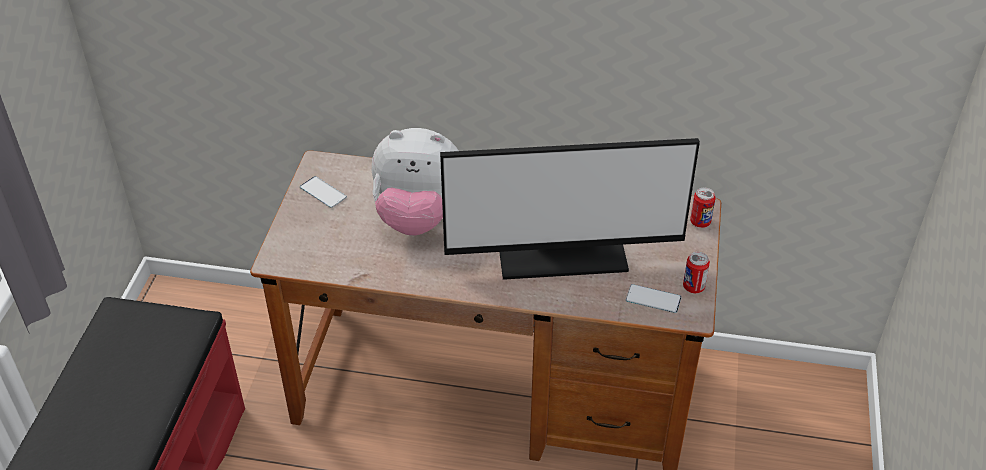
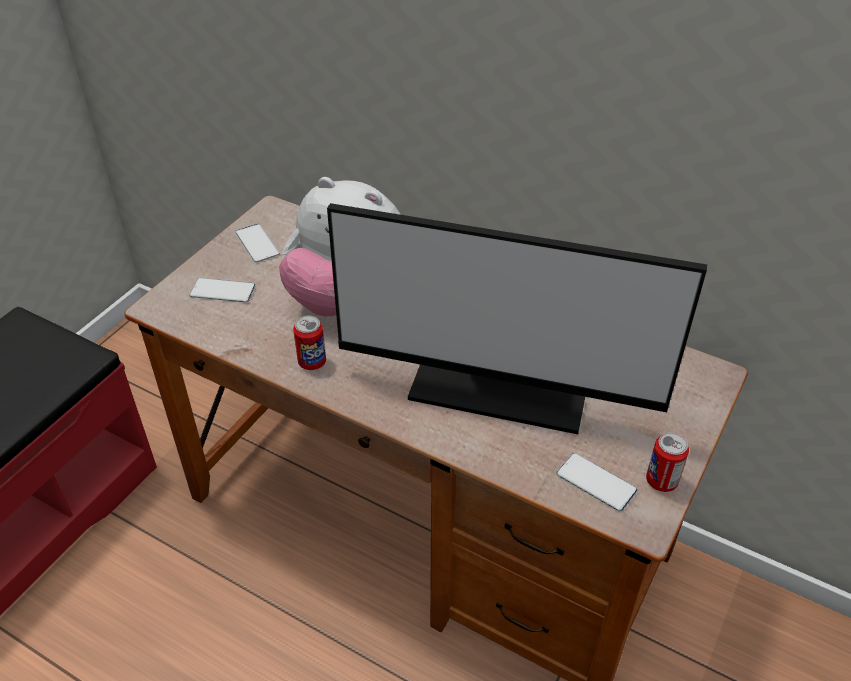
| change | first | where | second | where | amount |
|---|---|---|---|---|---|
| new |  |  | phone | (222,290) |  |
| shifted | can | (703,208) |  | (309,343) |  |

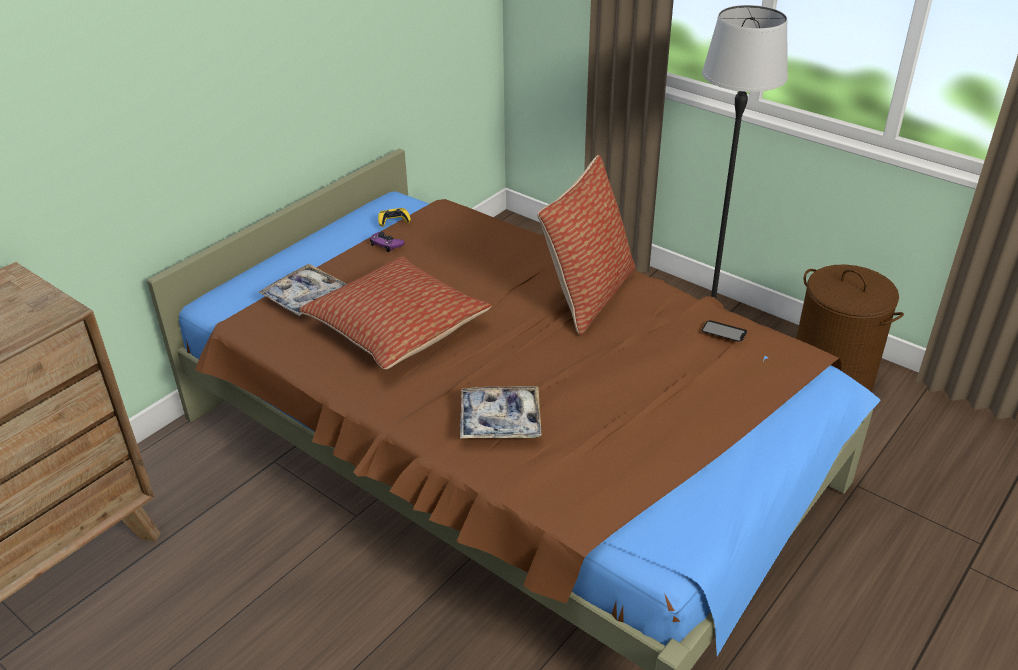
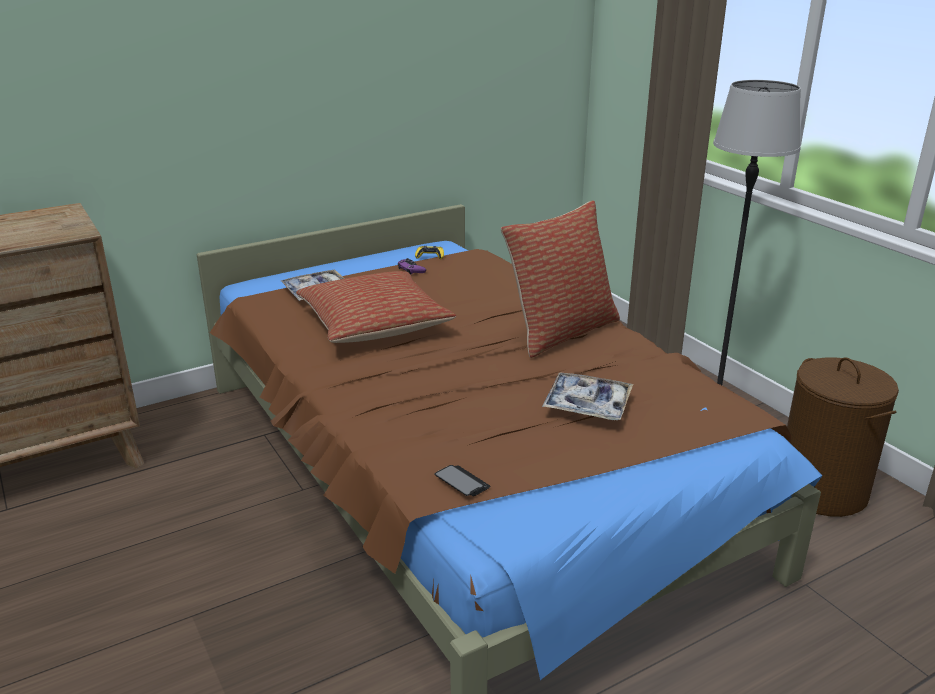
| change | first | where | second | where | amount |
|---|---|---|---|---|---|
| shifted | tray | (501,412) |  | (587,396) |  |
| shifted | phone | (724,331) |  | (462,480) |  |

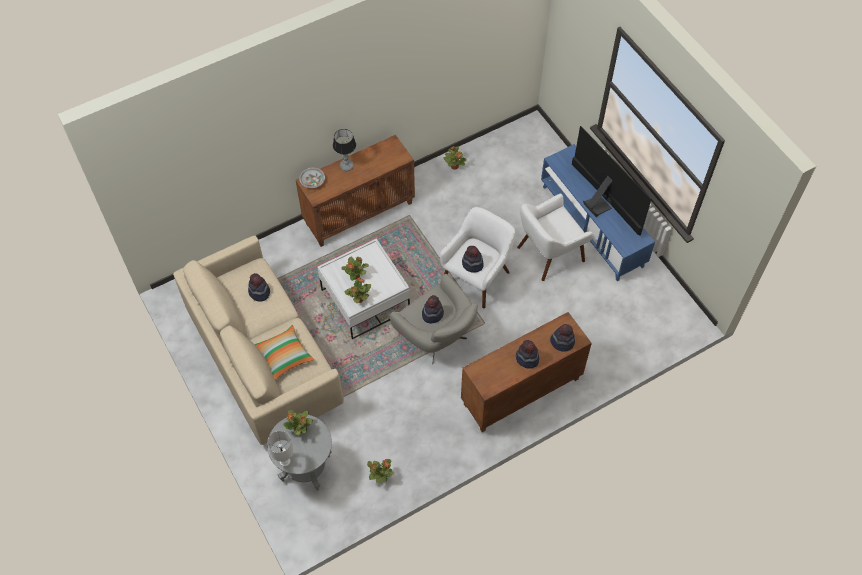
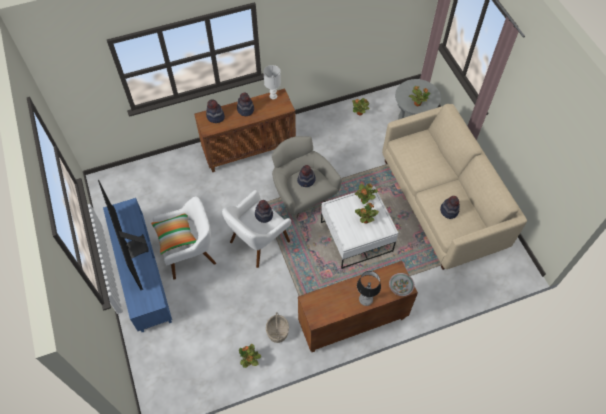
| change | first | where | second | where | amount |
|---|---|---|---|---|---|
| new |  |  | basket | (277,327) |  |
| shifted | pillow | (284,352) |  | (174,234) |  |
| shifted | table lamp in white | (280,448) |  | (272,82) |  |

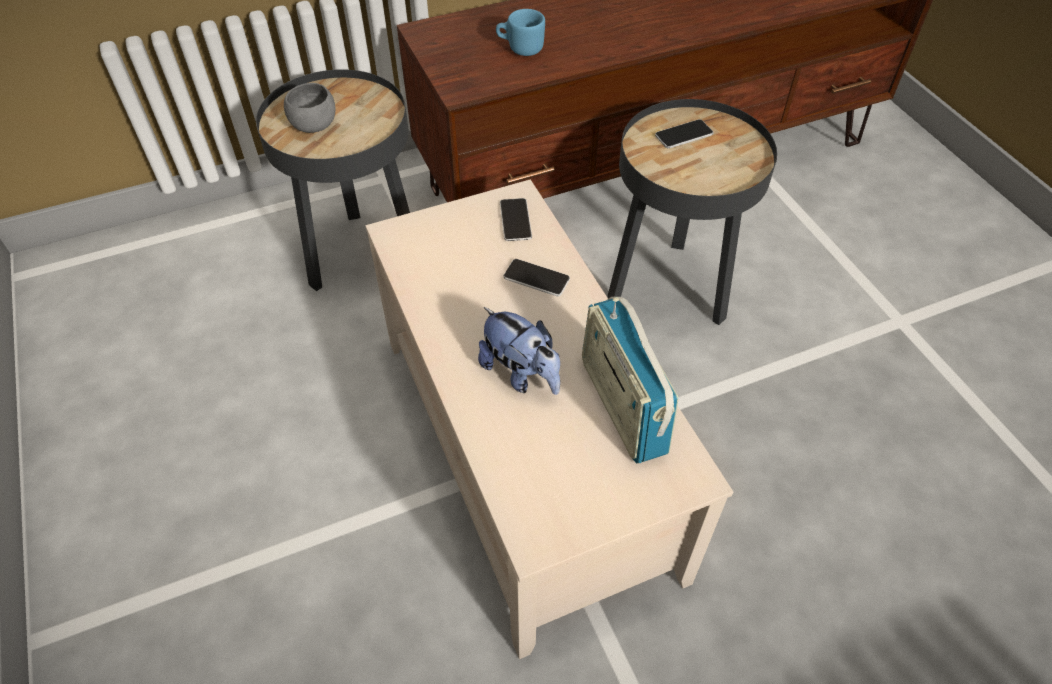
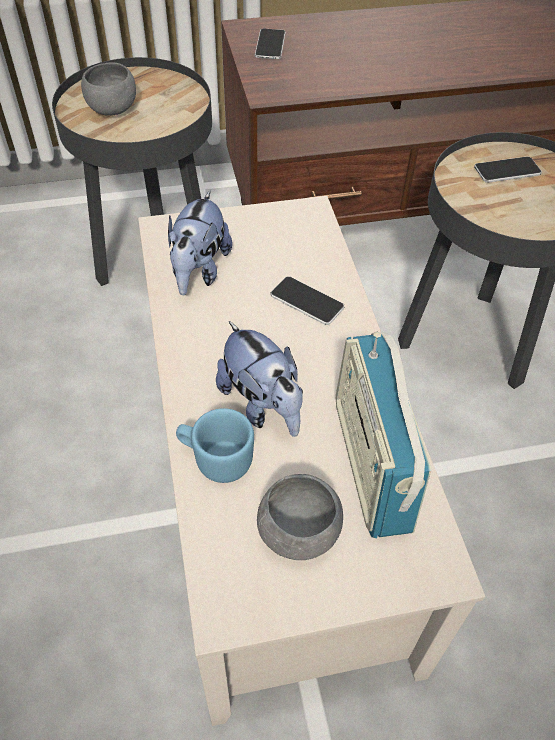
| change | first | where | second | where | amount |
|---|---|---|---|---|---|
| new |  |  | plush toy | (200,243) |  |
| new |  |  | bowl in grey | (300,517) |  |
| shifted | mug in blue | (520,32) |  | (215,445) |  |
| shifted | phone | (516,219) |  | (270,44) |  |

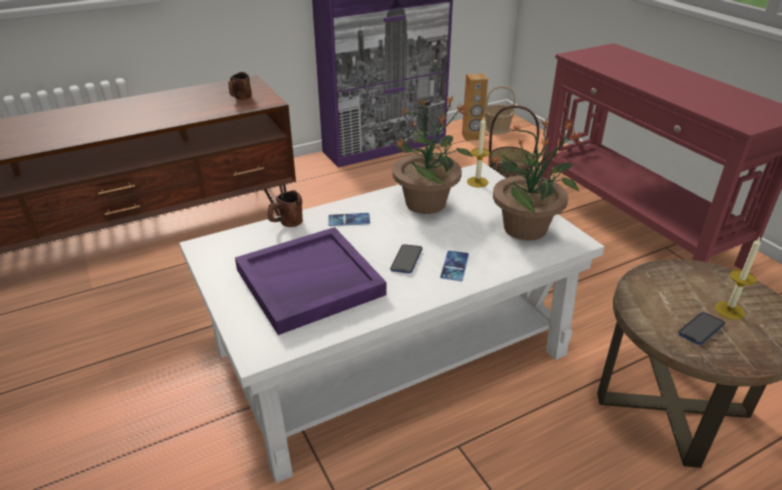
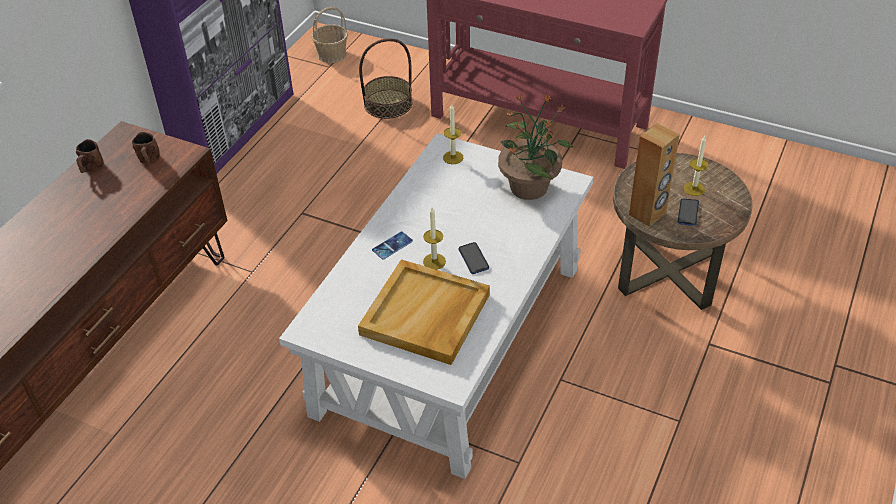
| change | first | where | second | where | amount |
|---|---|---|---|---|---|
| gone | potted plant | (432,154) |  |  |  |
| gone | phone | (454,265) |  |  |  |
| new |  |  | candle | (434,238) |  |
| shifted | mug in brown | (285,208) |  | (90,156) |  |
| shifted | speaker in brown | (475,107) |  | (654,175) |  |
| repainted | tray in purple | (311,281) | tray in beige | (424,312) |  |

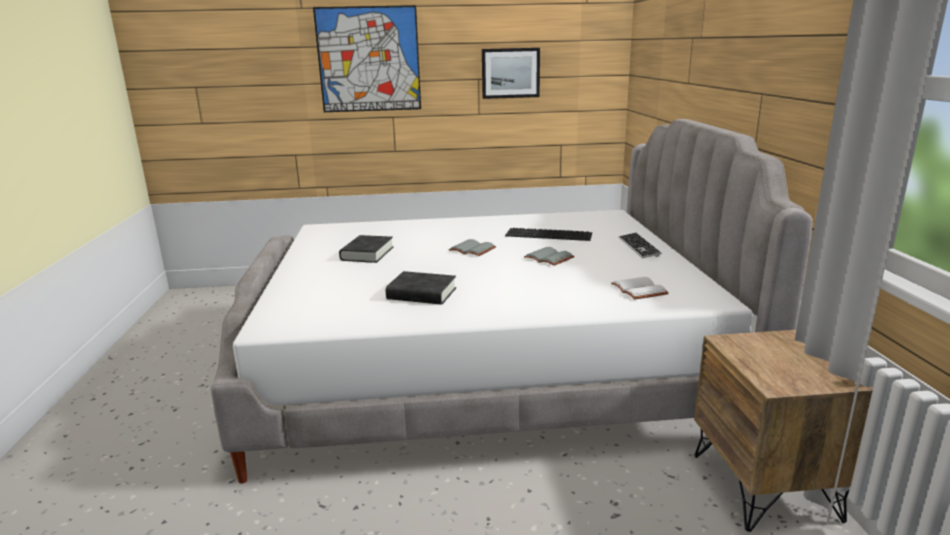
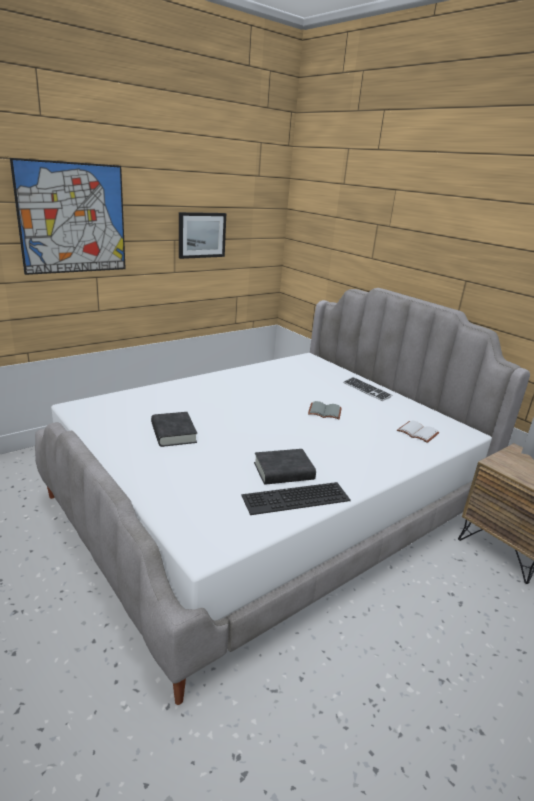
| change | first | where | second | where | amount |
|---|---|---|---|---|---|
| gone | book in grey | (472,247) |  |  |  |
| shifted | keyboard | (548,234) |  | (296,498) |  |

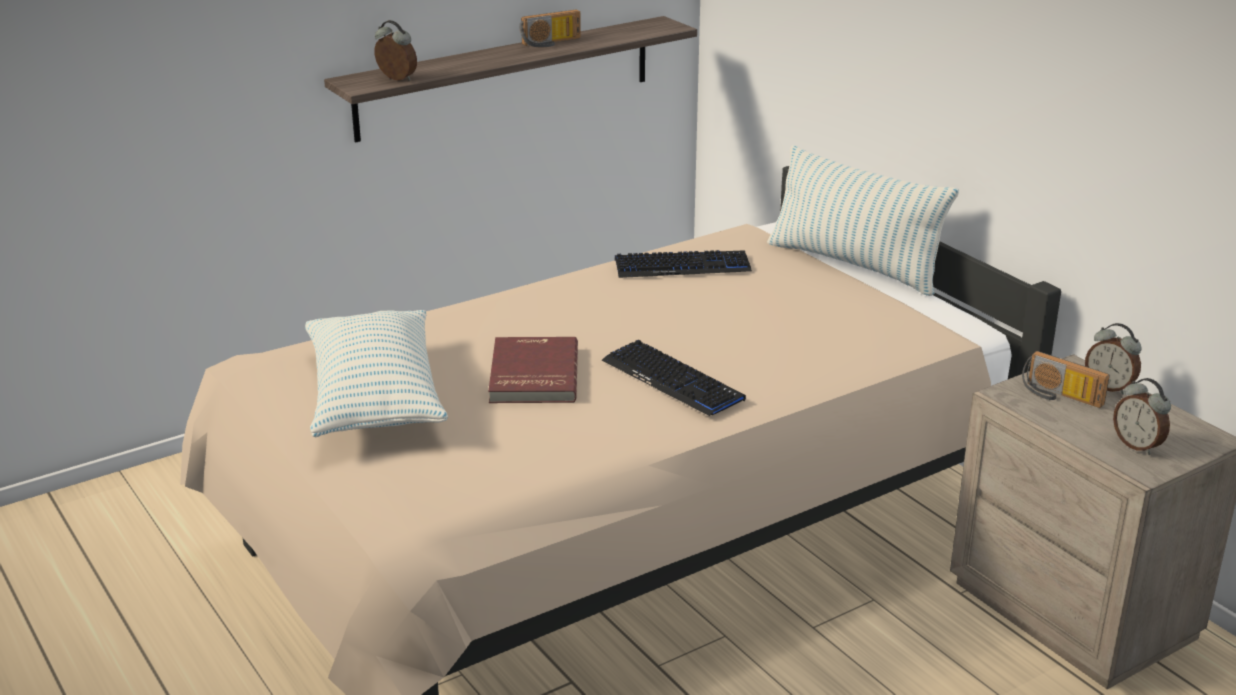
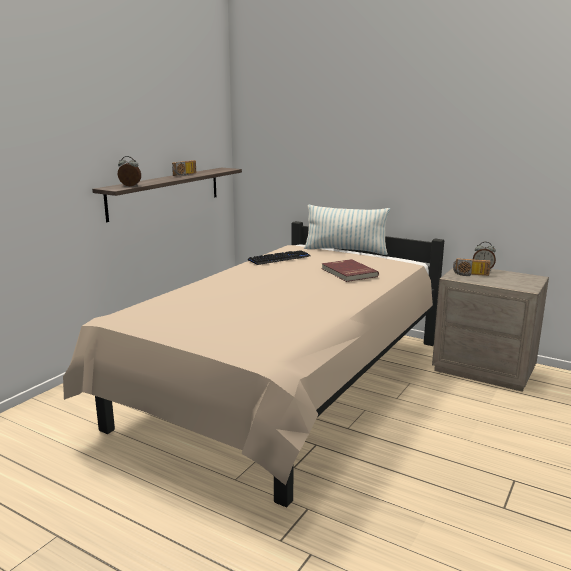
| change | first | where | second | where | amount |
|---|---|---|---|---|---|
| gone | pillow | (376,373) |  |  |  |
| gone | keyboard | (674,378) |  |  |  |
| gone | alarm clock | (1142,416) |  |  |  |
| shifted | book in red | (533,370) |  | (350,270) |  |

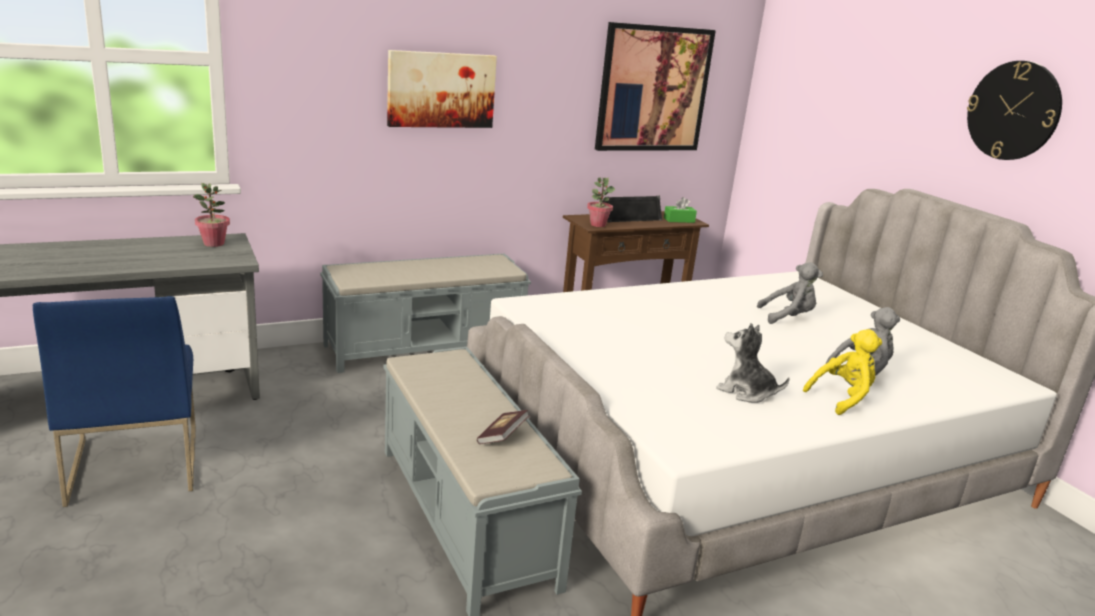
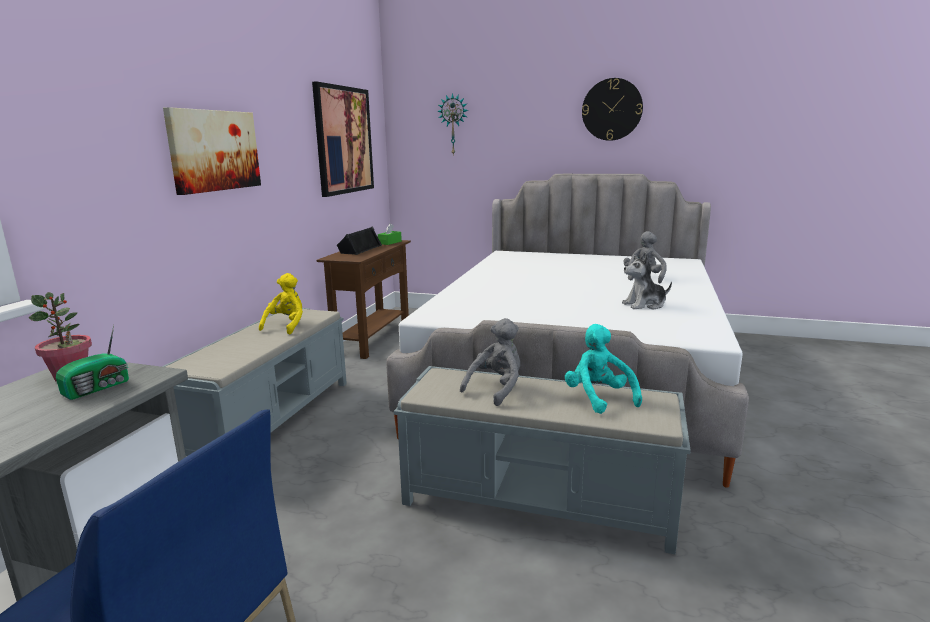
| change | first | where | second | where | amount |
|---|---|---|---|---|---|
| gone | potted plant | (601,202) |  |  |  |
| new |  |  | radio | (92,362) |  |
| new |  |  | wall clock | (453,124) |  |
| shifted | plush toy in grey | (790,293) |  | (490,362) |  |
| shifted | plush toy in yellow | (842,372) |  | (281,303) |  |
| swapped | book | (503,427) | plush toy in turquoise | (603,369) |  |

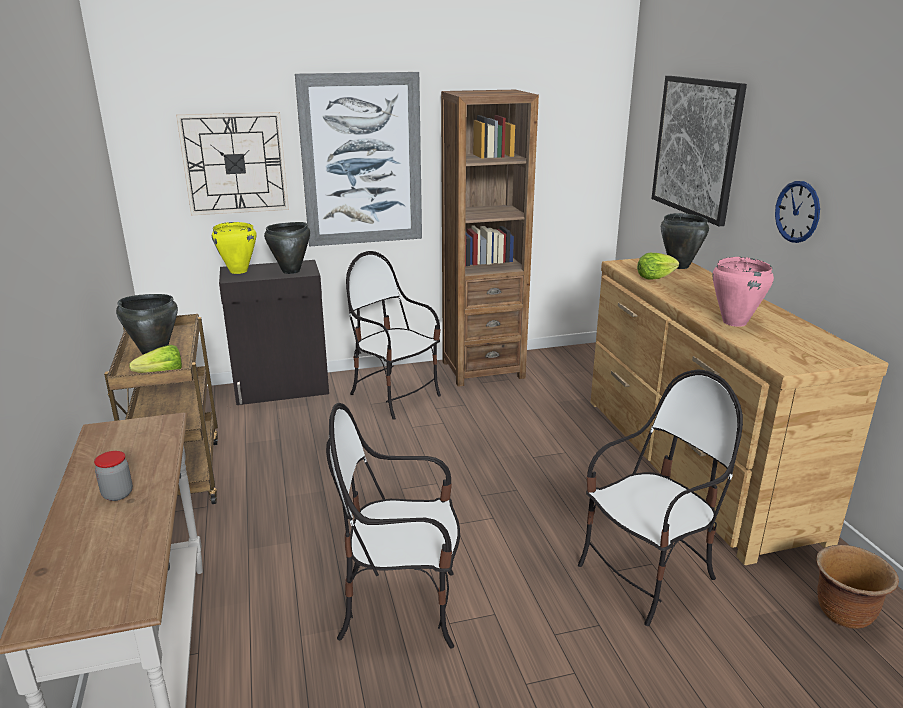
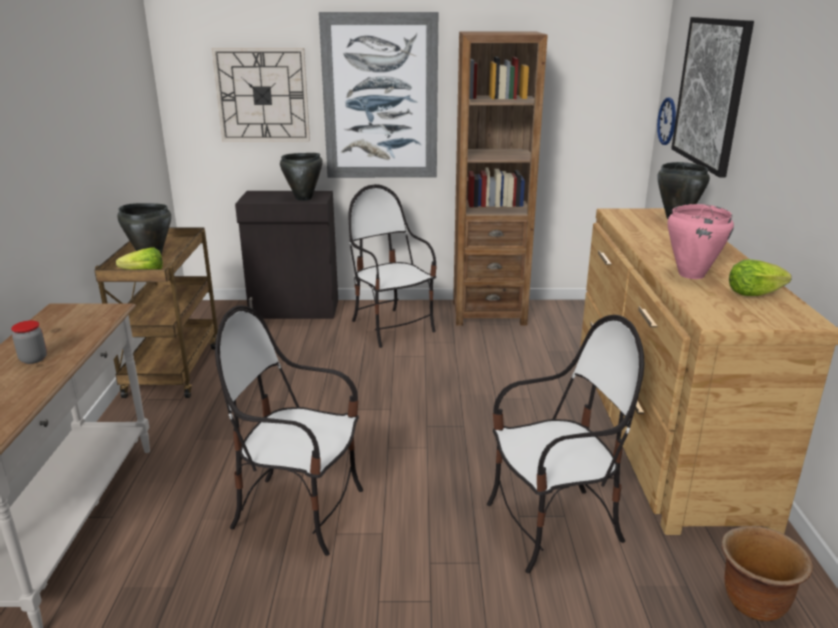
| change | first | where | second | where | amount |
|---|---|---|---|---|---|
| gone | cooking pot in yellow | (234,248) |  |  |  |
| shifted | lettuce | (658,266) |  | (760,277) |  |
| shifted | wall clock | (797,212) |  | (666,121) |  |

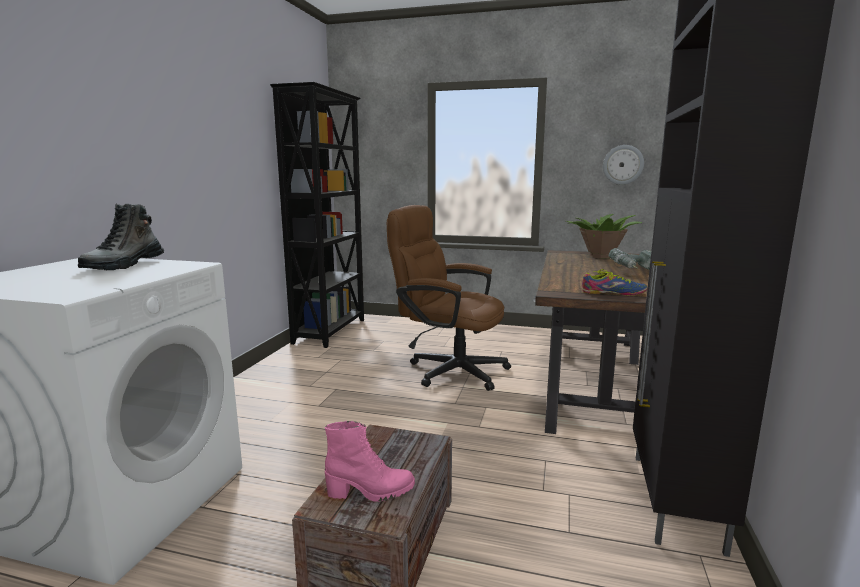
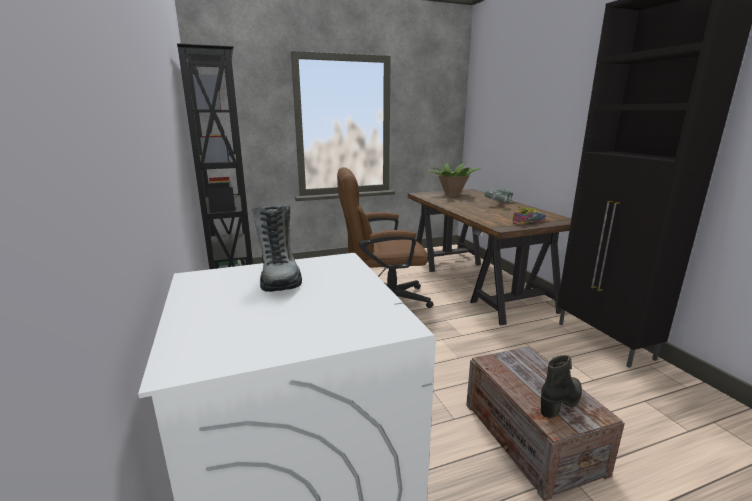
| change | first | where | second | where | amount |
|---|---|---|---|---|---|
| gone | wall clock | (623,165) |  |  |  |
| repainted | boot in pink | (370,461) | boot in black | (561,386) |  |

